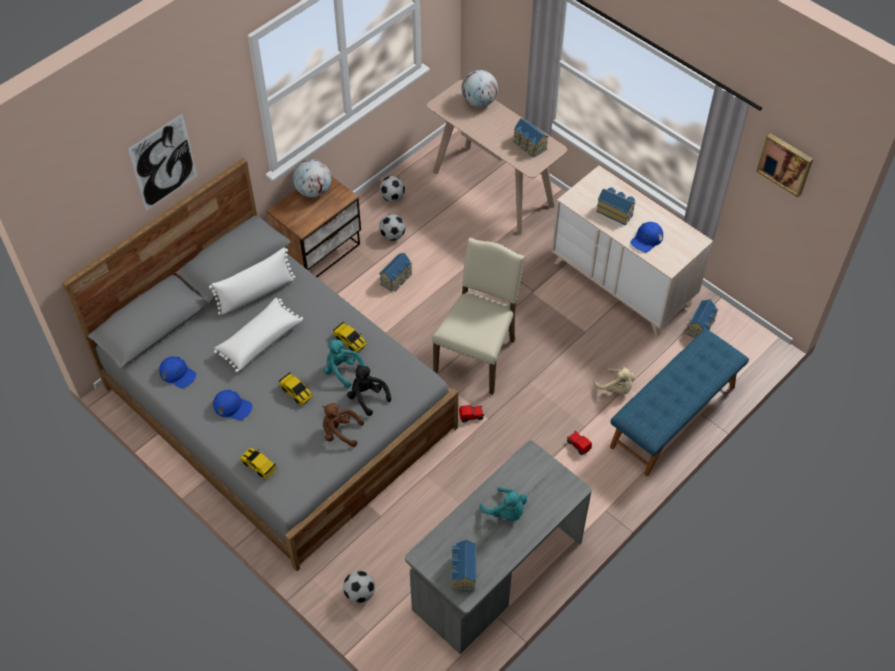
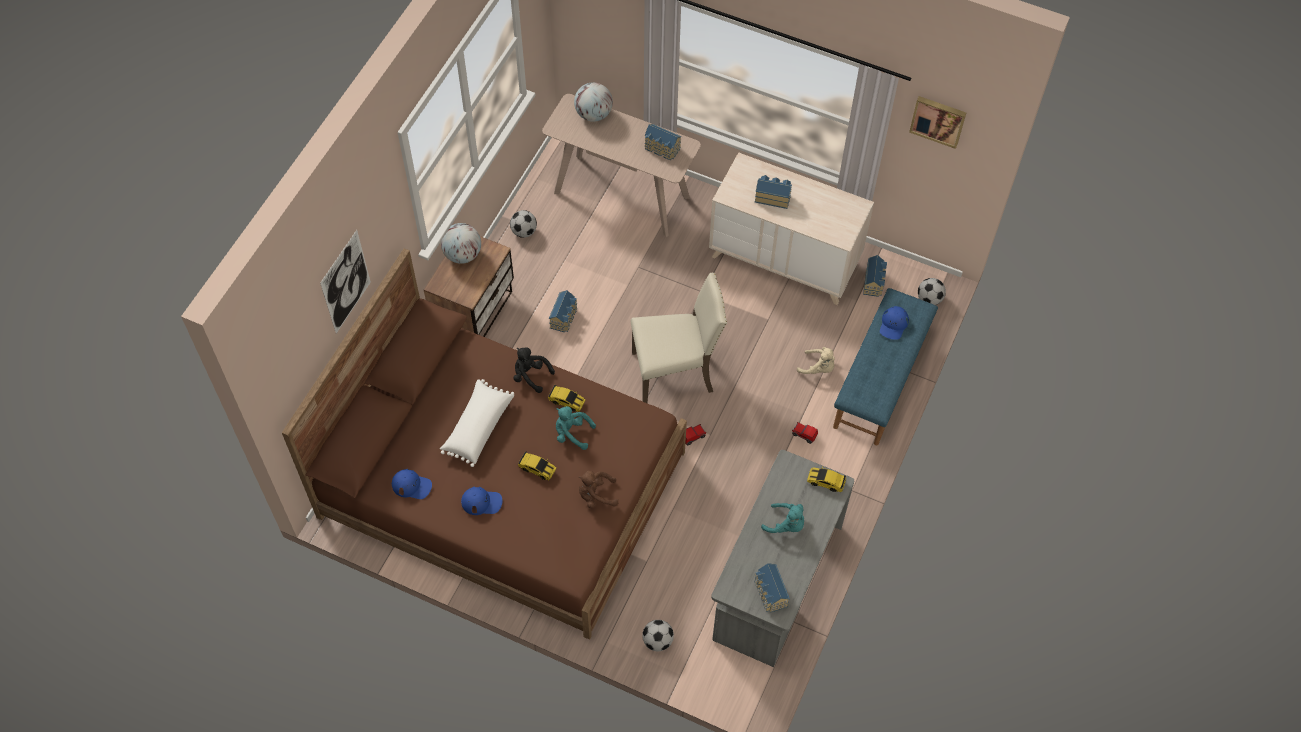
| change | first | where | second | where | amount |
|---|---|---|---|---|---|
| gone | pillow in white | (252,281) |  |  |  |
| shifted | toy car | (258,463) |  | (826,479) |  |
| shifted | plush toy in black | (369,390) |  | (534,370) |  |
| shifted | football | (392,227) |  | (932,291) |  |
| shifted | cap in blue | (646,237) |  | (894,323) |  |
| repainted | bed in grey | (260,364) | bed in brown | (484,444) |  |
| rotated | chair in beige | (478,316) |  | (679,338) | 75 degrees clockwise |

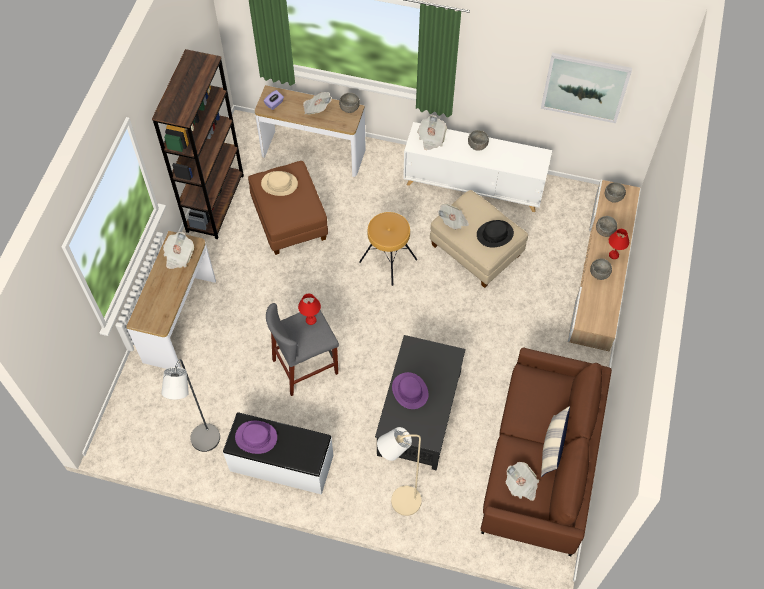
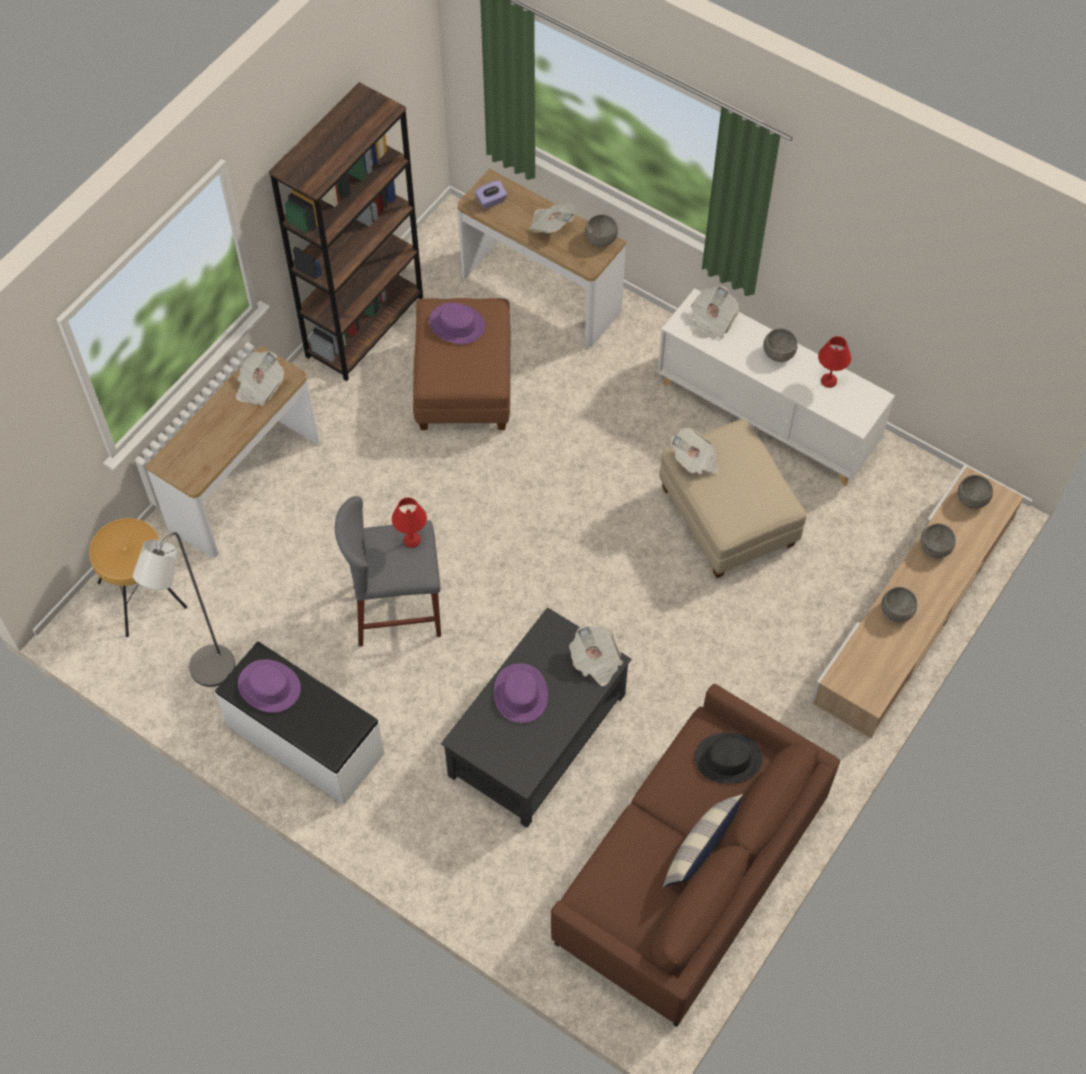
| change | first | where | second | where | amount |
|---|---|---|---|---|---|
| gone | floor lamp in beige | (399,471) |  |  |  |
| gone | picture | (586,88) |  |  |  |
| shifted | stool in brown | (388,249) |  | (138,577) |  |
| shifted | hat in black | (495,233) |  | (728,758) |  |
| shifted | newspaper | (522,481) |  | (596,655) |  |
| shifted | table lamp in red | (619,244) |  | (834,362) |  |
| repainted | hat in beige | (279,183) | hat in purple | (457,323) |  |

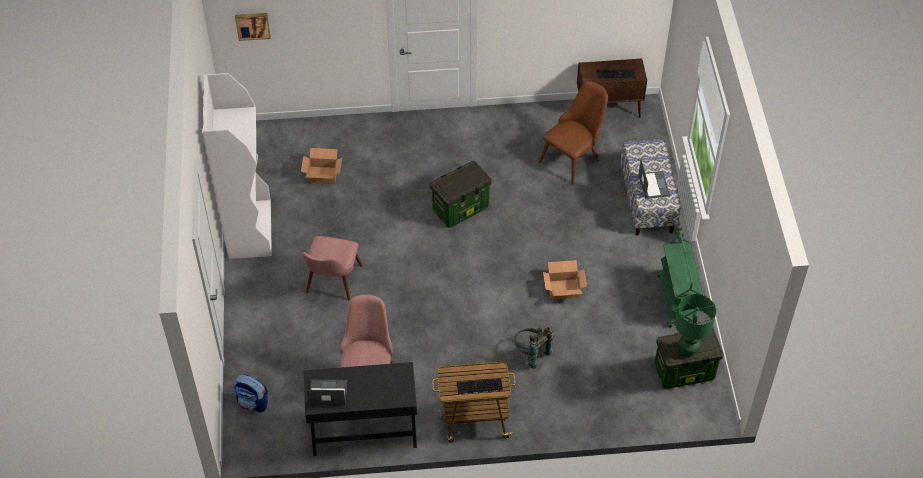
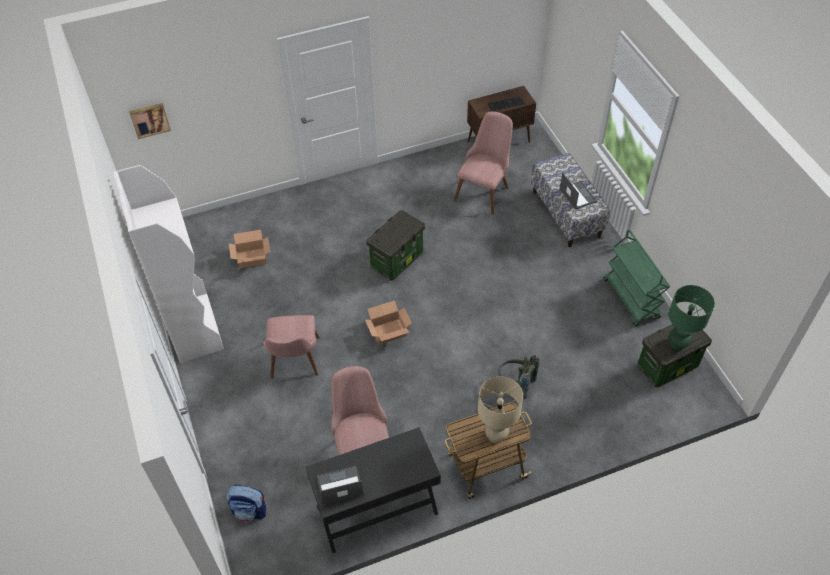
| change | first | where | second | where | amount |
|---|---|---|---|---|---|
| shifted | cardboard box | (565,280) |  | (388,322) |  |
| swapped | keyboard | (480,386) | table lamp in beige | (500,409) |  |
| repainted | chair in brown | (573,133) | chair in pink | (483,163) |  |

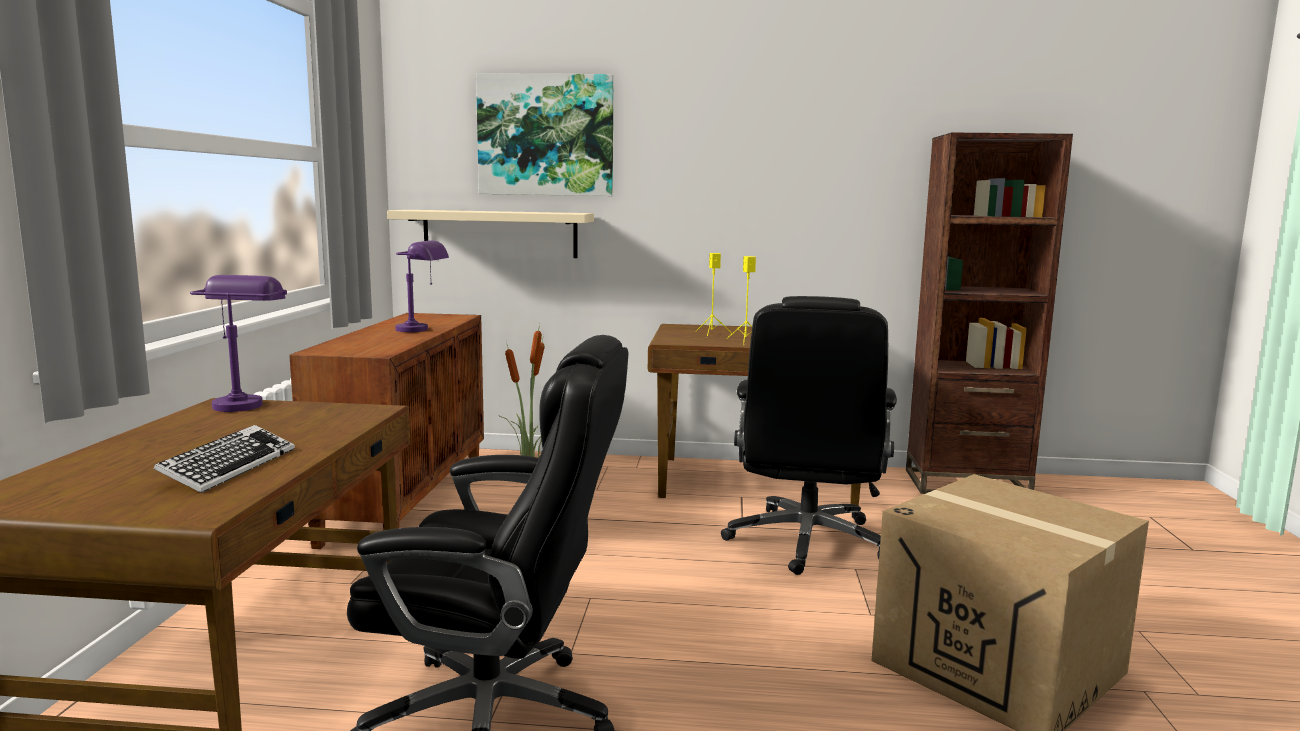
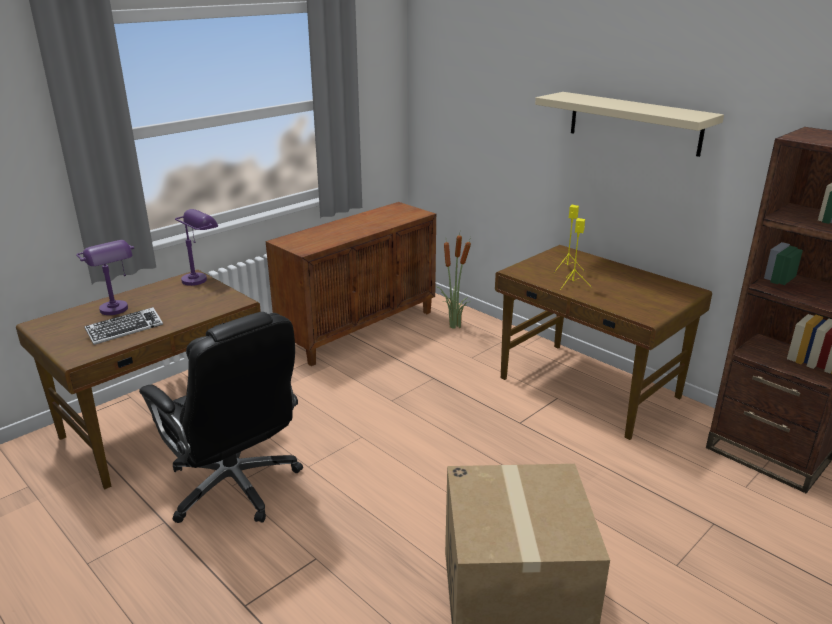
| change | first | where | second | where | amount |
|---|---|---|---|---|---|
| gone | picture | (545,134) |  |  |  |
| gone | office chair in black | (809,435) |  |  |  |
| shifted | shelf in beige | (490,234) |  | (629,124) |  |
| shifted | table lamp in purple | (422,286) |  | (105,277) |  |

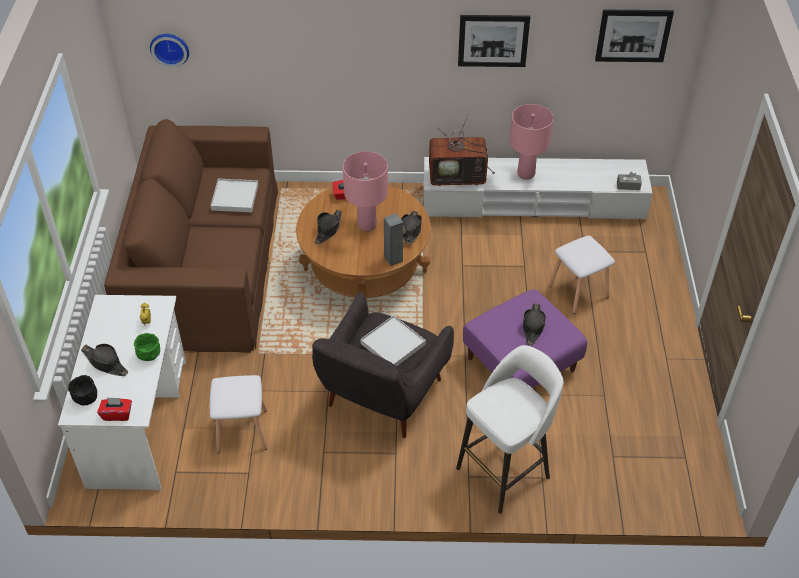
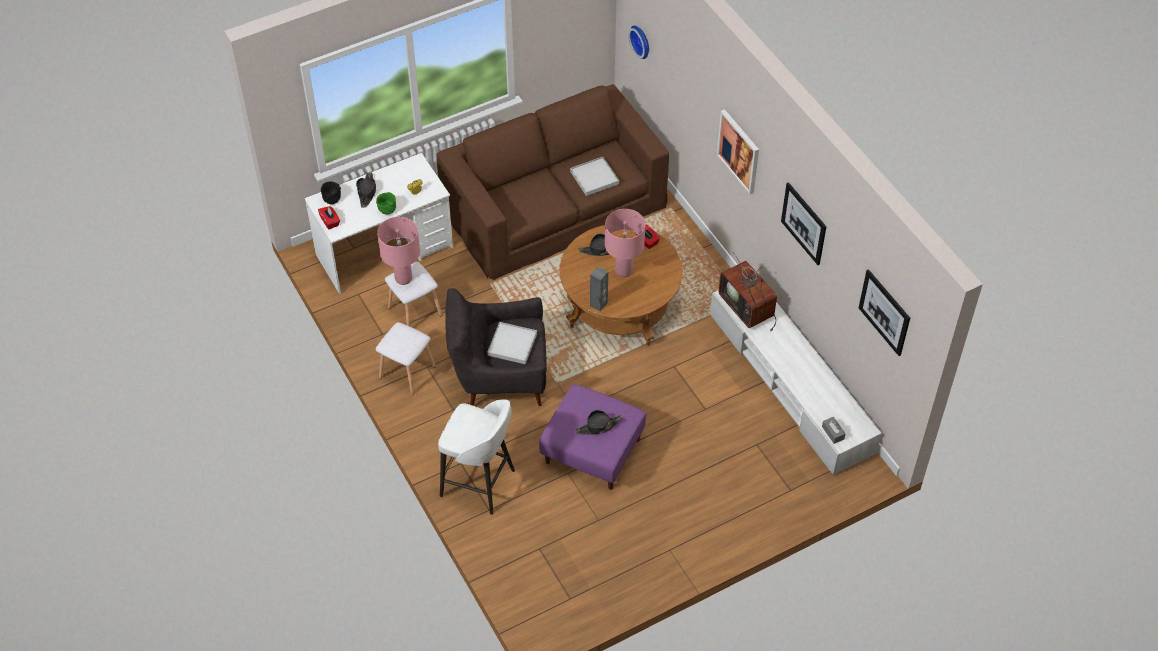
| change | first | where | second | where | amount |
|---|---|---|---|---|---|
| gone | hat in black | (411,228) |  |  |  |
| new |  |  | picture | (738,151) |  |
| shifted | table lamp in pink | (531,142) |  | (398,251) |  |
| shifted | stool in white | (581,275) |  | (406,358) |  |

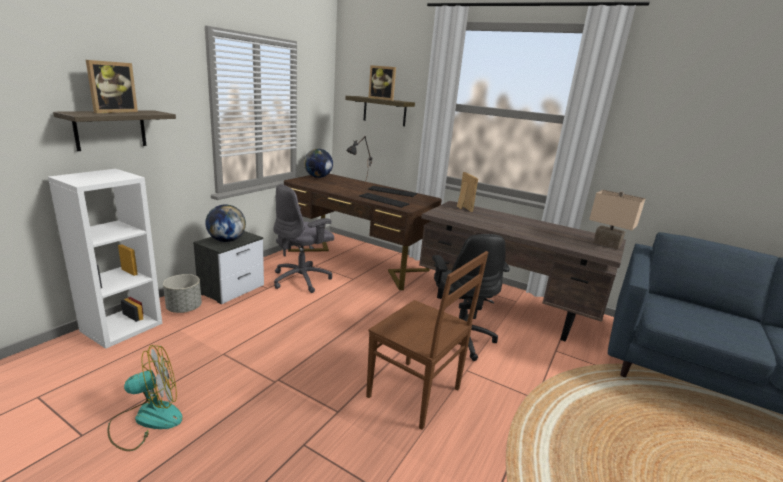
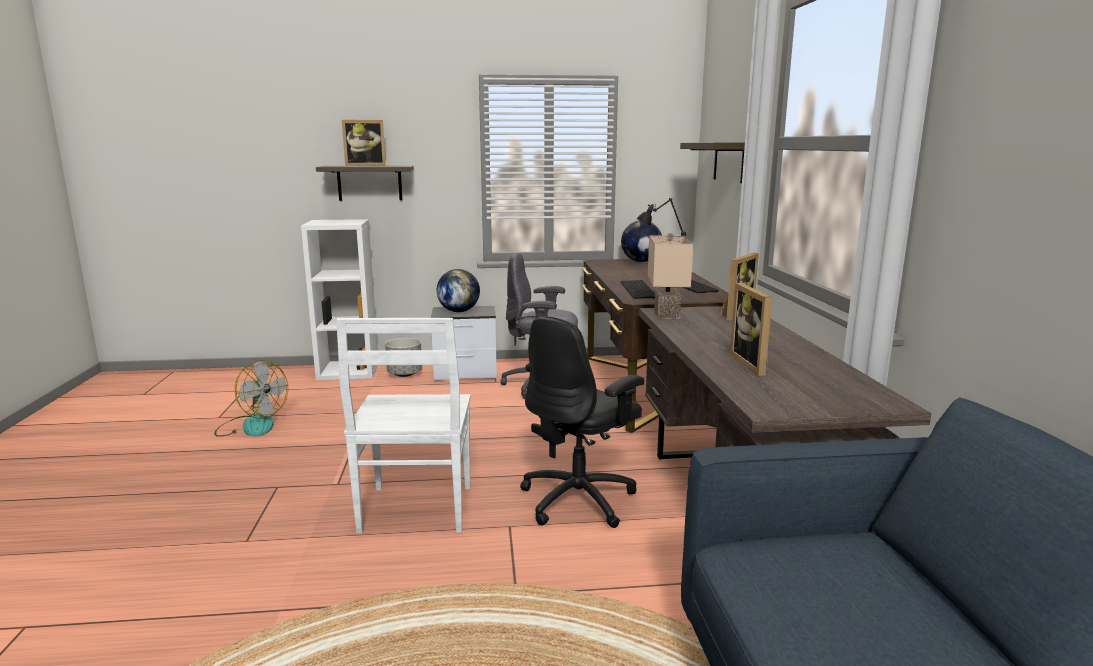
| change | first | where | second | where | amount |
|---|---|---|---|---|---|
| shifted | picture frame | (382,83) |  | (751,329) |  |
| shifted | table lamp in beige | (617,220) |  | (670,276) |  |
| repainted | chair in brown | (427,340) | chair in white | (403,426) |  |

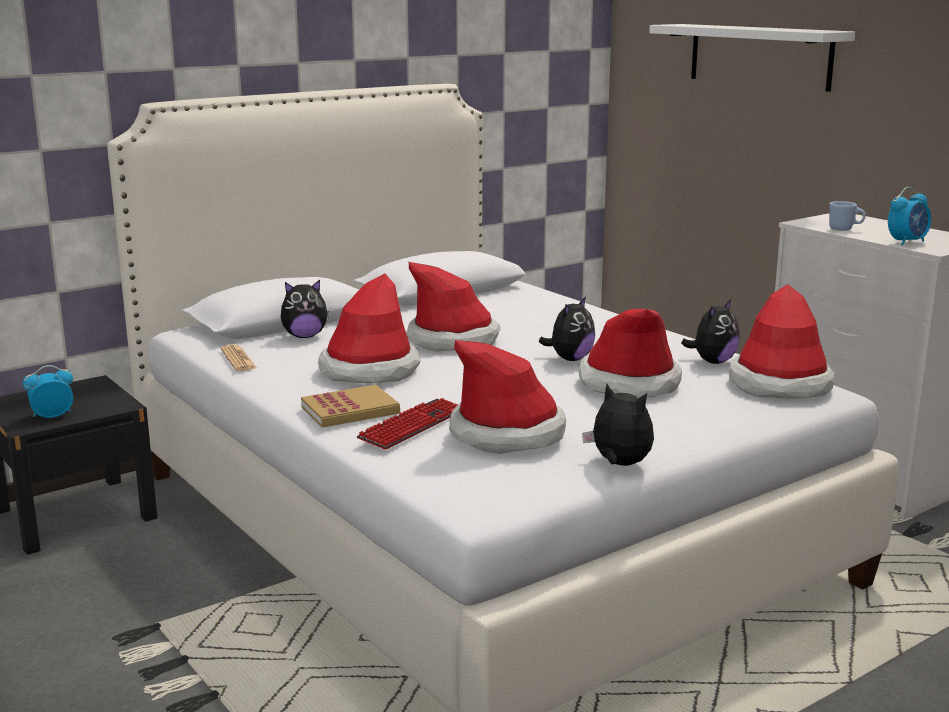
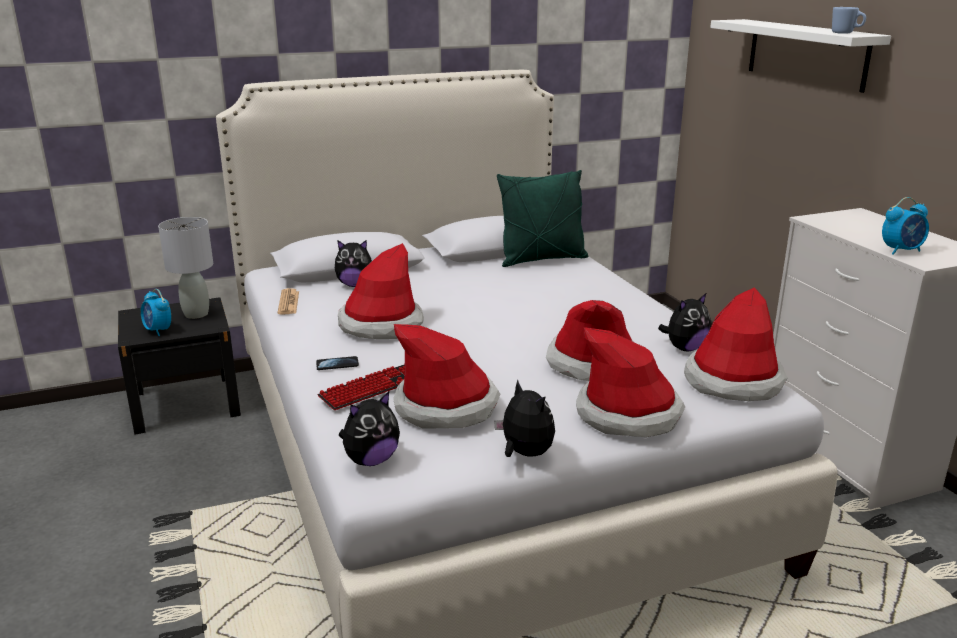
| change | first | where | second | where | amount |
|---|---|---|---|---|---|
| new |  |  | table lamp in grey | (185,268) |  |
| new |  |  | pillow in green | (542,218) |  |
| shifted | hat | (454,307) |  | (630,382) |  |
| shifted | plush toy | (567,328) |  | (369,428) |  |
| shifted | mug in blue | (847,216) |  | (849,20) |  |
| swapped | book | (350,406) | phone | (337,363) |  |
| rotated | alarm clock | (48,391) |  | (156,312) | 120 degrees counterclockwise |

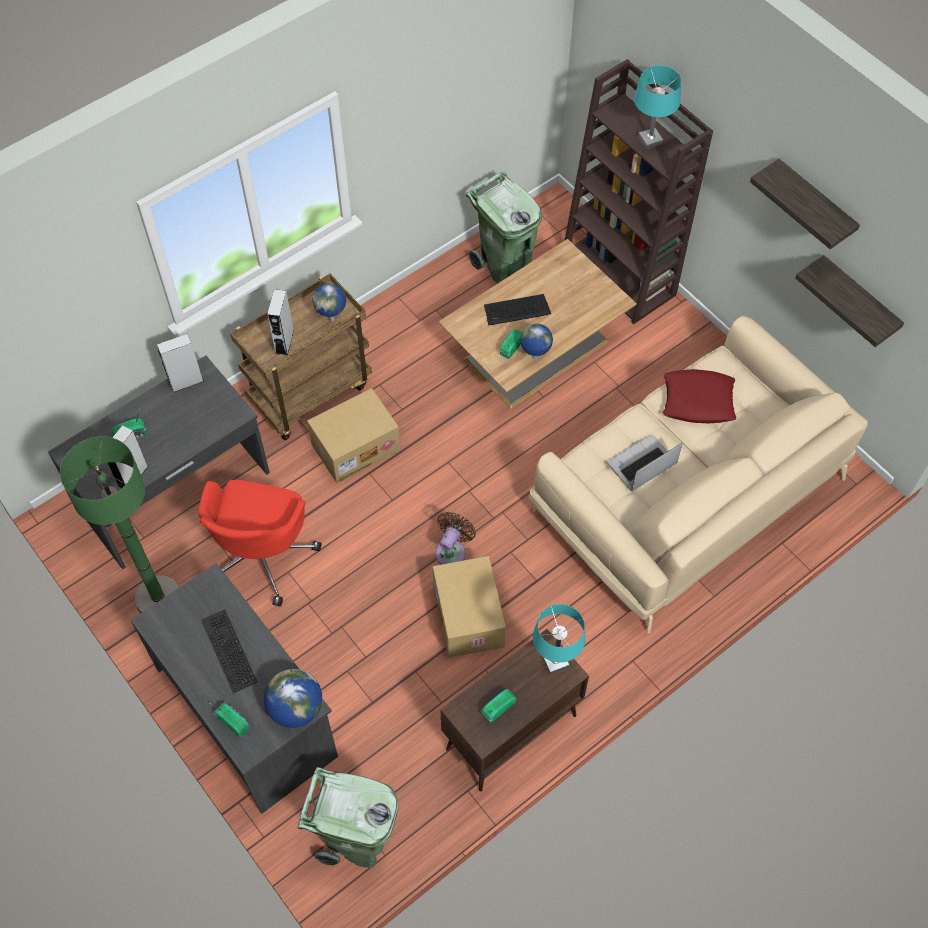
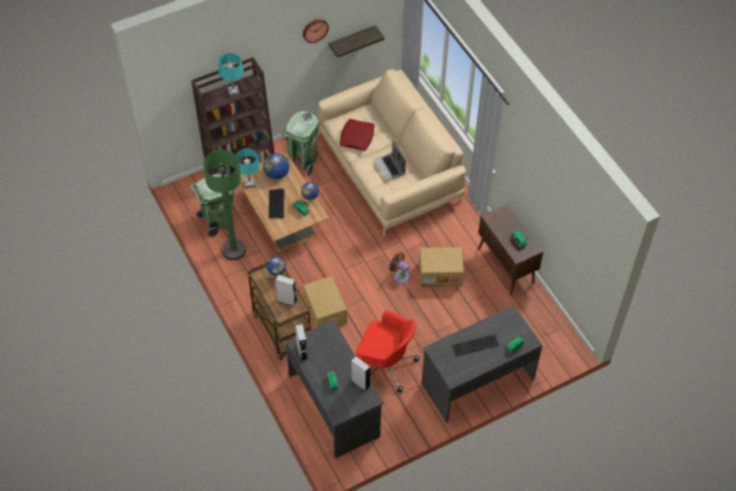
| change | first | where | second | where | amount |
|---|---|---|---|---|---|
| shifted | floor lamp in green | (119,524) |  | (224,205) |  |
| shifted | globe | (293,698) |  | (276,166) |  |
| shifted | trash can in green | (348,817) |  | (300,143) |  |
| shifted | table lamp in turquoise | (559,639) |  | (248,168) |  |
| swapped | shelf | (805,204) | wall clock | (316,31) |  |

